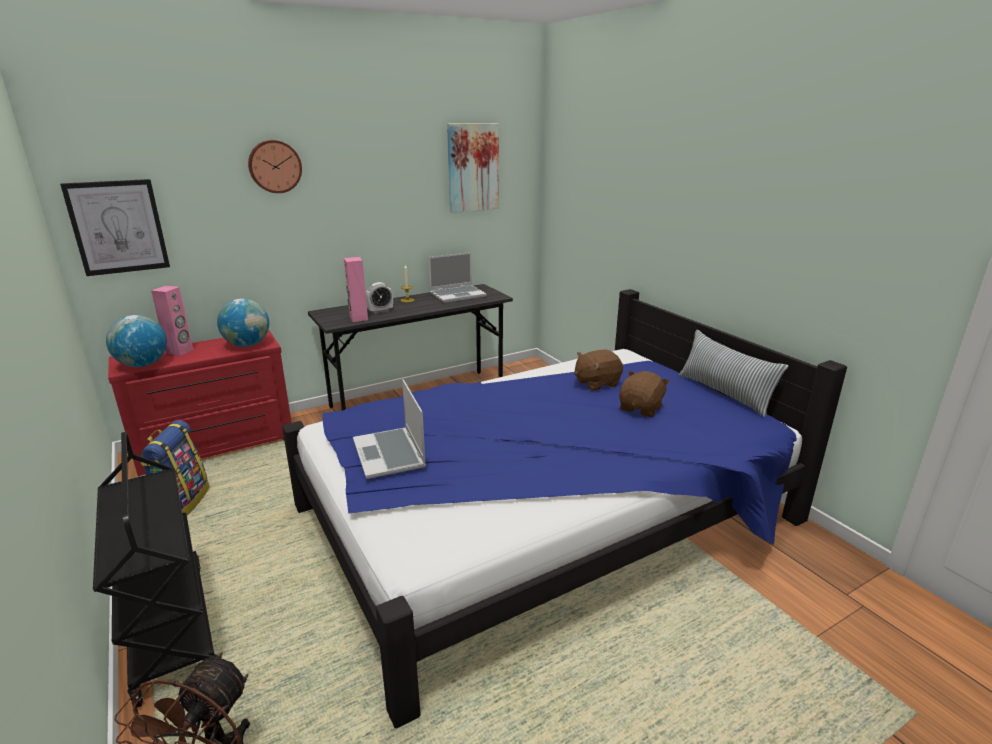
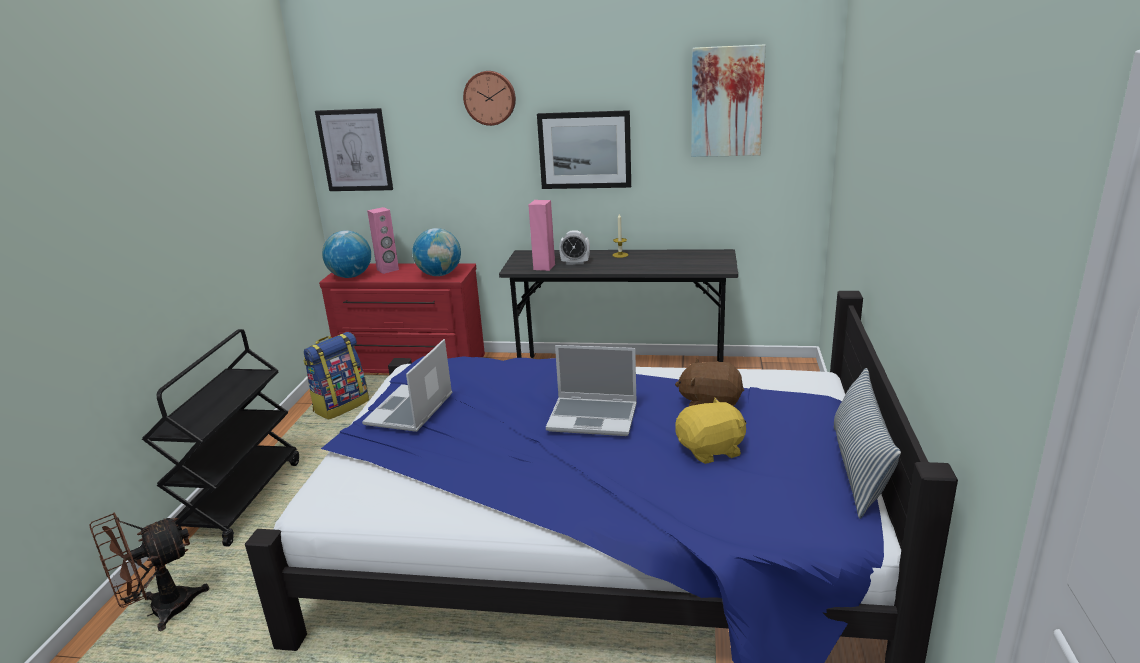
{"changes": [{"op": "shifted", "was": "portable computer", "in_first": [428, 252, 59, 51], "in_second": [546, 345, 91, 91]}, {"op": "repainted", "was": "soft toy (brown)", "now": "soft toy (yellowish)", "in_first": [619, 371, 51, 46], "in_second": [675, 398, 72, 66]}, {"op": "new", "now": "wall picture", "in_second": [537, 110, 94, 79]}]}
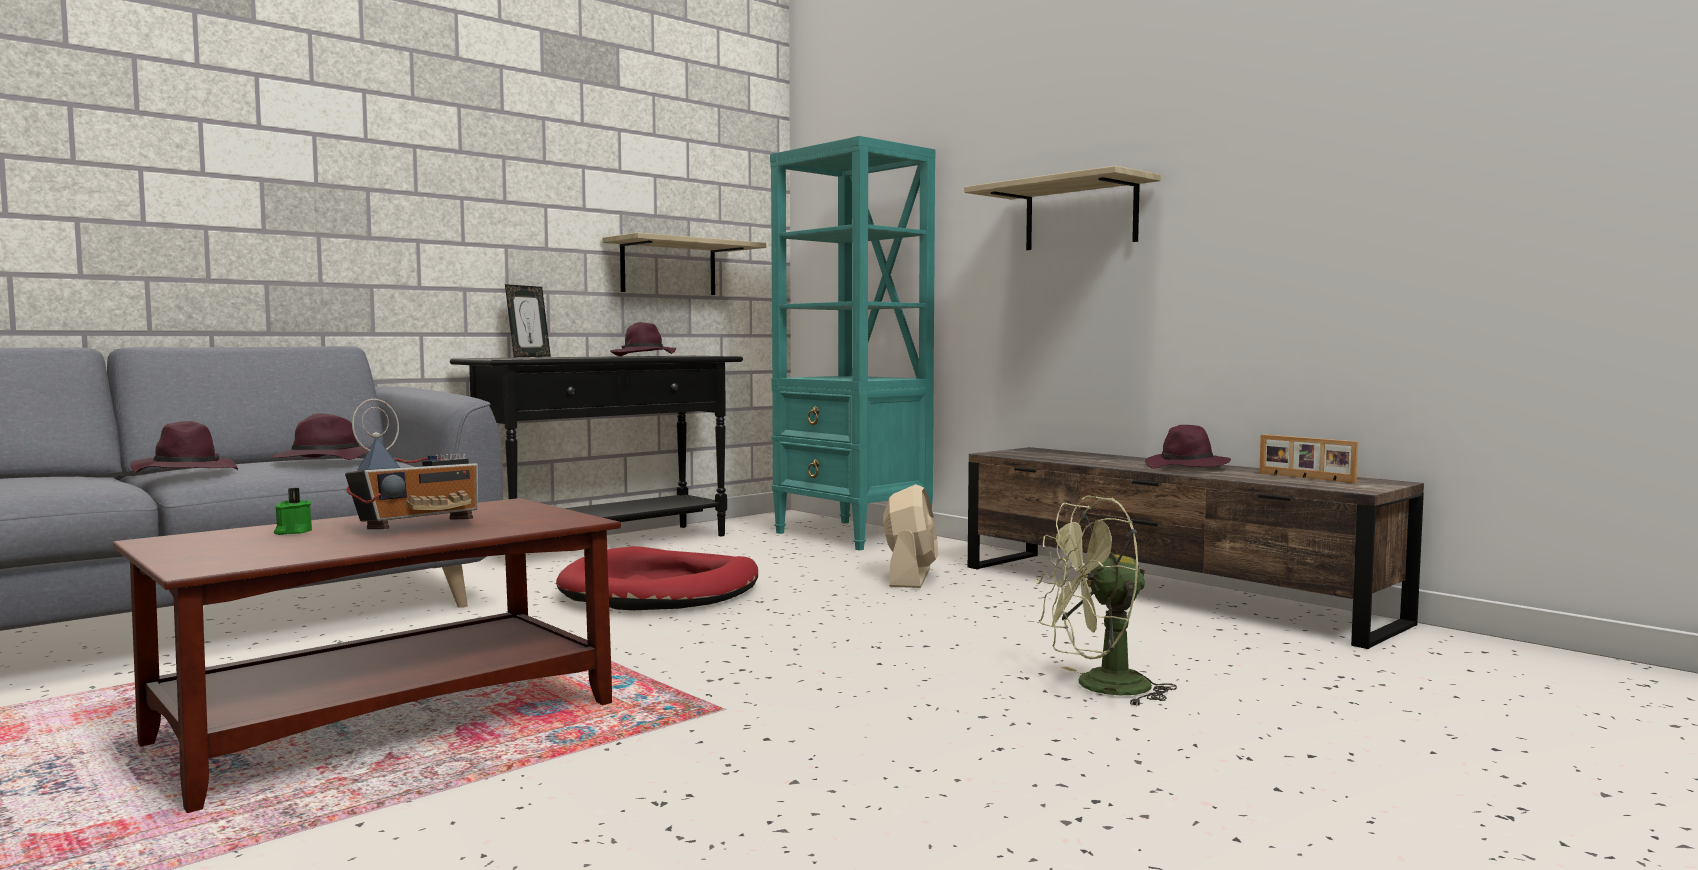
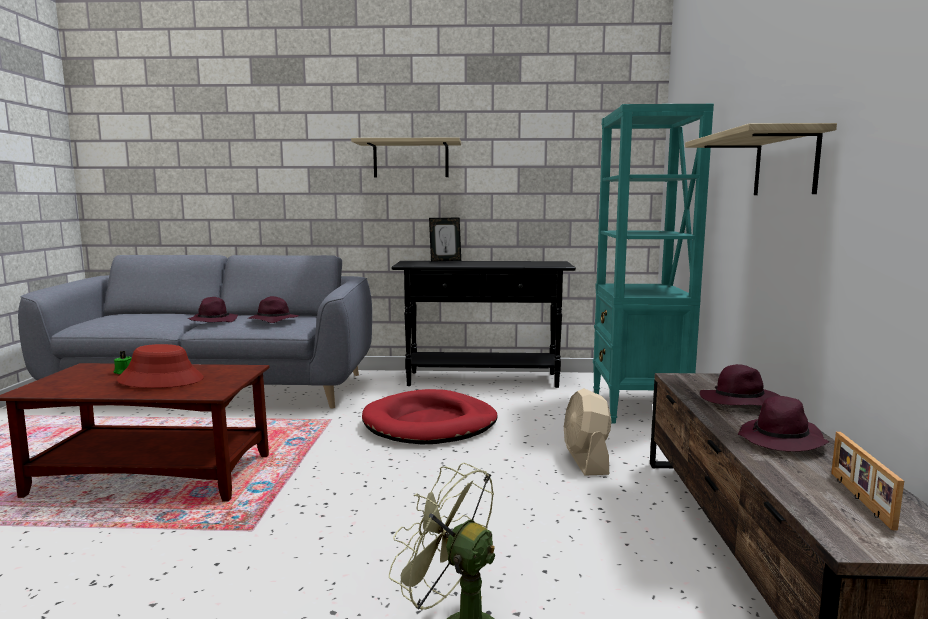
{"changes": [{"op": "swapped", "was": "radio set", "now": "clothing hat (reddish)", "in_first": [345, 399, 133, 130], "in_second": [117, 344, 87, 44]}, {"op": "shifted", "was": "shelf", "in_first": [602, 232, 164, 63], "in_second": [351, 137, 110, 40]}, {"op": "shifted", "was": "clothing hat (purple)", "in_first": [610, 322, 66, 34], "in_second": [700, 364, 80, 42]}, {"op": "rotated", "was": "electric fan (sand-coloured)", "in_first": [883, 484, 55, 104], "in_second": [564, 388, 48, 88], "clockwise": 120}]}
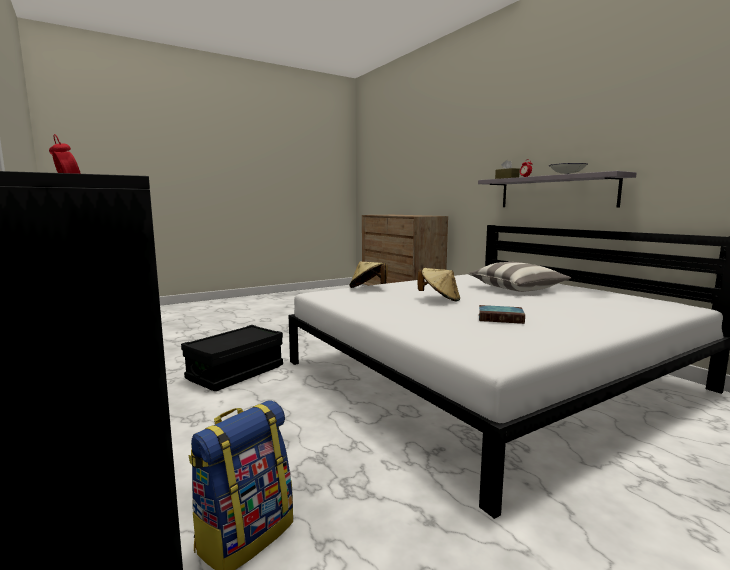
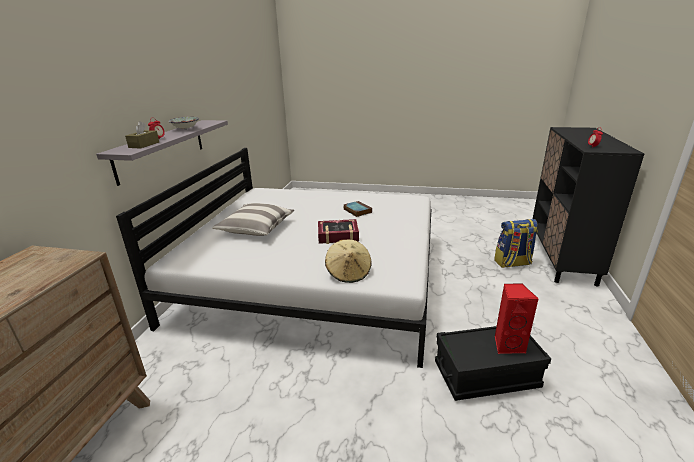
{"changes": [{"op": "swapped", "was": "clothing hat (sand-coloured)", "now": "volume", "in_first": [417, 268, 43, 33], "in_second": [318, 219, 41, 25]}, {"op": "new", "now": "speaker (reddish)", "in_second": [495, 283, 44, 71]}]}
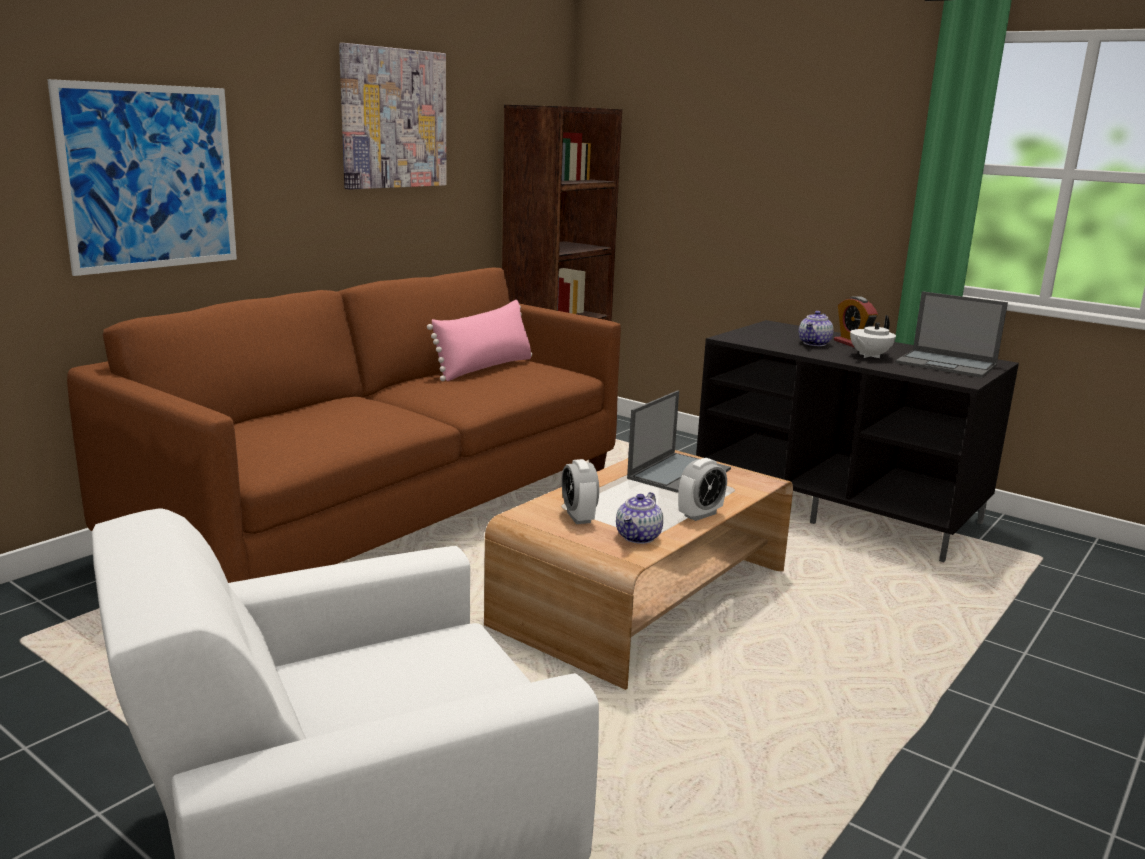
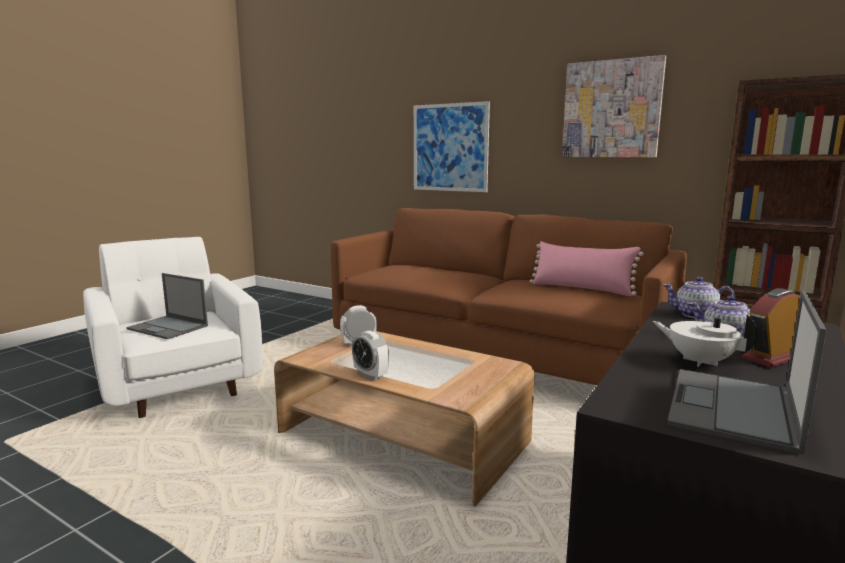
{"changes": [{"op": "shifted", "was": "pot for tea", "in_first": [616, 492, 47, 52], "in_second": [663, 277, 72, 41]}, {"op": "shifted", "was": "portable computer", "in_first": [627, 391, 104, 102], "in_second": [126, 273, 82, 66]}]}
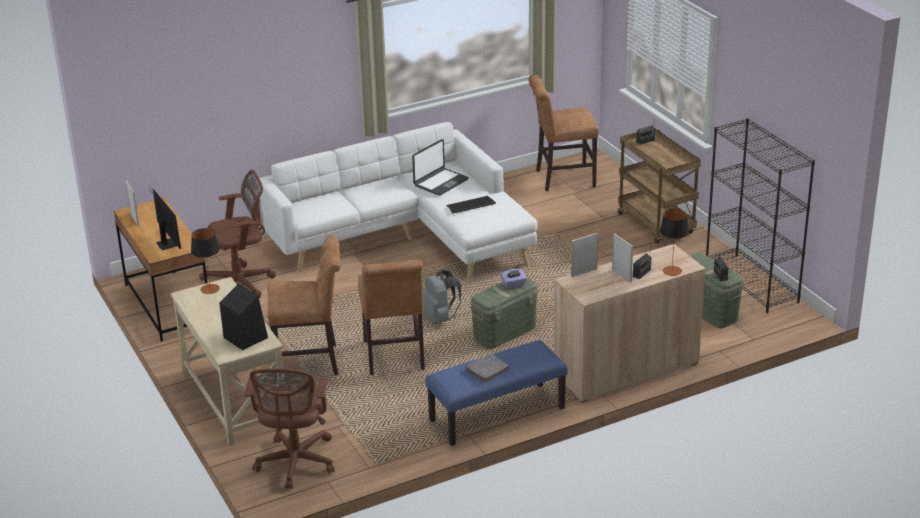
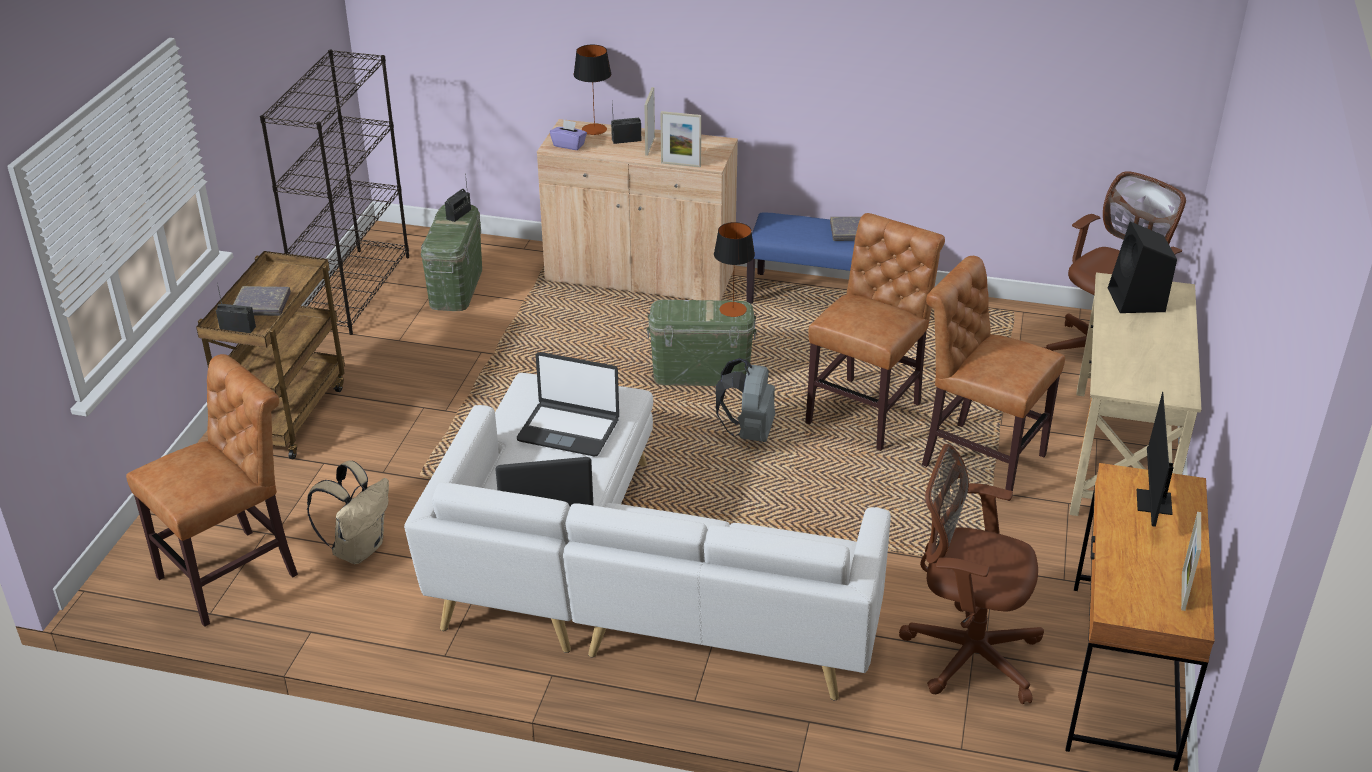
{"changes": [{"op": "shifted", "was": "table lamp", "in_first": [191, 228, 29, 66], "in_second": [714, 222, 41, 95]}, {"op": "swapped", "was": "PC keyboard", "now": "portable computer", "in_first": [446, 196, 50, 17], "in_second": [517, 352, 102, 104]}, {"op": "shifted", "was": "box of tissues (purple)", "in_first": [501, 269, 26, 20], "in_second": [550, 119, 37, 31]}, {"op": "rotated", "was": "chair (brown)", "in_first": [529, 75, 70, 116], "in_second": [126, 354, 172, 273], "clockwise": -75}, {"op": "new", "now": "volume (grey)", "in_second": [233, 286, 58, 30]}, {"op": "new", "now": "rucksack (sand-coloured)", "in_second": [307, 460, 82, 104]}]}
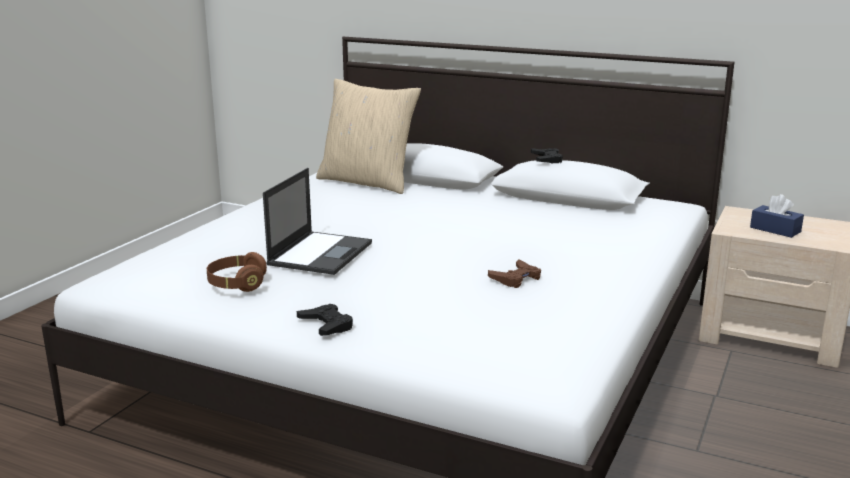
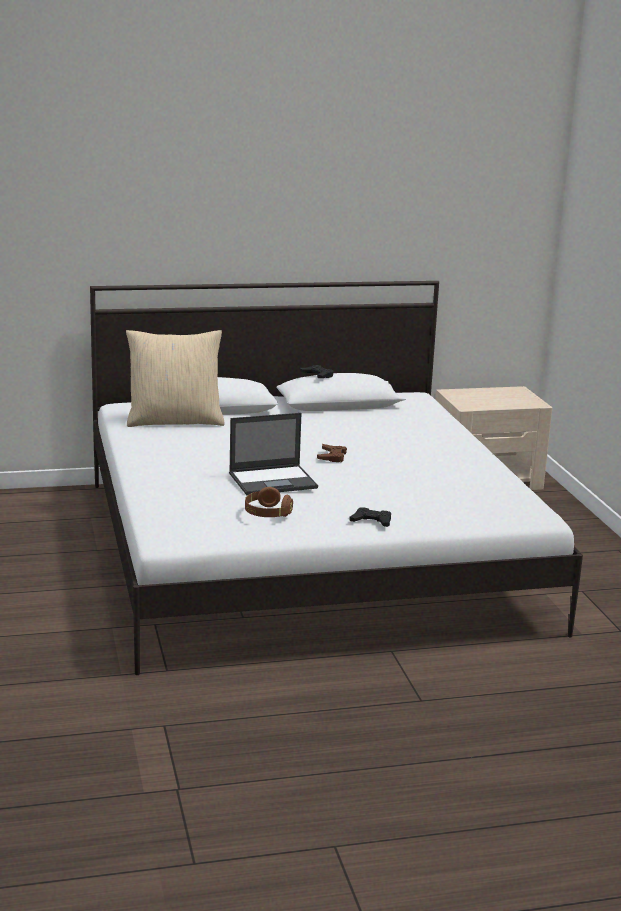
{"changes": [{"op": "rotated", "was": "portable computer", "in_first": [263, 168, 109, 107], "in_second": [229, 413, 89, 82], "clockwise": 90}, {"op": "shifted", "was": "gamepad (brown)", "in_first": [488, 259, 53, 29], "in_second": [317, 444, 30, 18]}, {"op": "gone", "was": "box of tissues (bluish)", "in_first": [750, 194, 54, 44]}]}
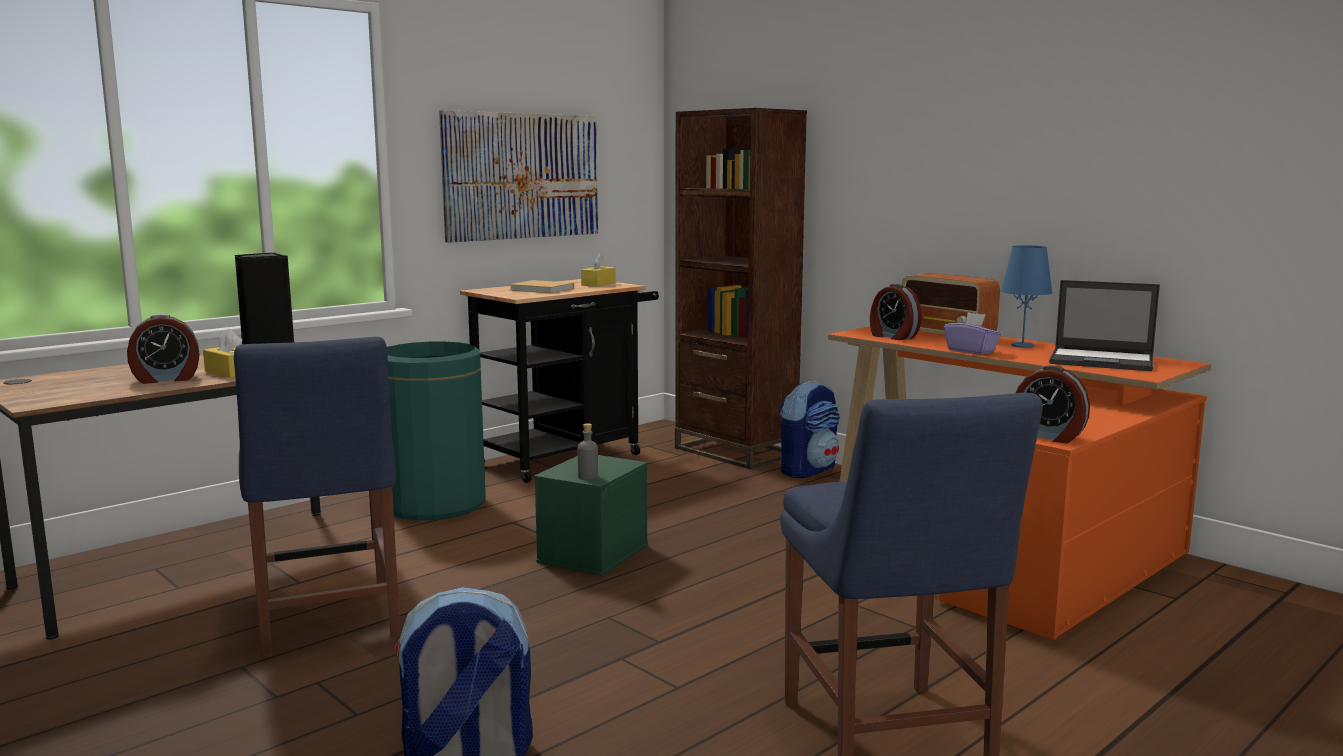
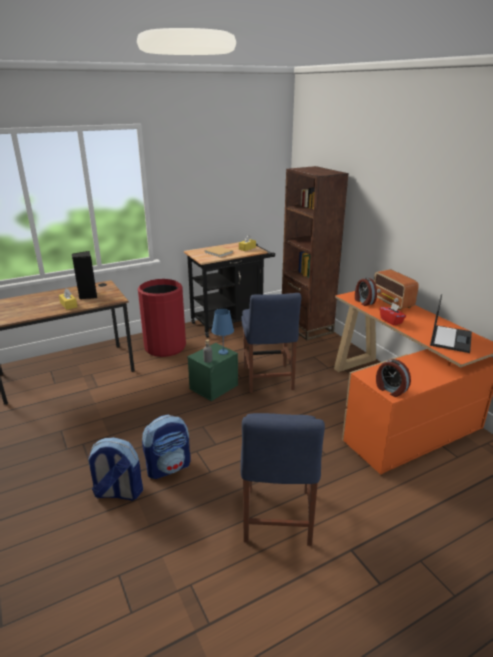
{"changes": [{"op": "gone", "was": "table clock", "in_first": [127, 314, 73, 70]}, {"op": "shifted", "was": "chair (bluish)", "in_first": [234, 337, 166, 321], "in_second": [241, 293, 60, 100]}, {"op": "repainted", "was": "waste bin (green)", "now": "waste bin (reddish)", "in_first": [387, 342, 99, 178], "in_second": [138, 279, 48, 78]}, {"op": "gone", "was": "wall picture", "in_first": [439, 110, 159, 133]}, {"op": "shifted", "was": "rucksack", "in_first": [779, 380, 61, 98], "in_second": [142, 415, 49, 64]}, {"op": "repainted", "was": "box of tissues (purple)", "now": "box of tissues (reddish)", "in_first": [944, 312, 57, 43], "in_second": [380, 303, 26, 22]}, {"op": "shifted", "was": "table lamp (bluish)", "in_first": [1001, 245, 52, 103], "in_second": [211, 309, 23, 46]}, {"op": "rotated", "was": "portable computer", "in_first": [1049, 280, 111, 91], "in_second": [430, 294, 42, 59], "clockwise": -105}]}
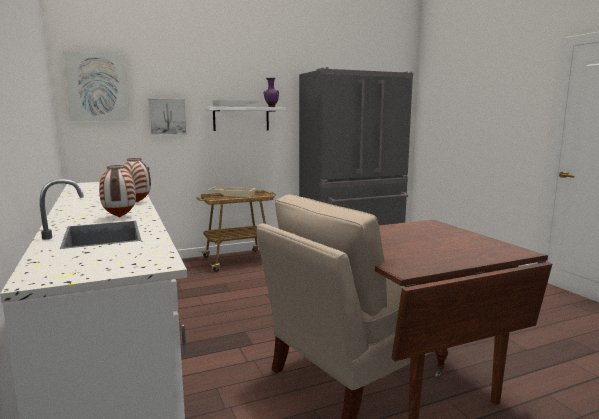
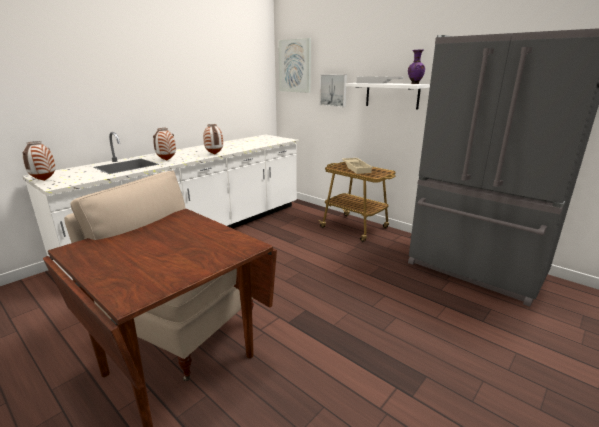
{"changes": [{"op": "new", "now": "decorative vase", "in_second": [23, 141, 33, 40]}]}
